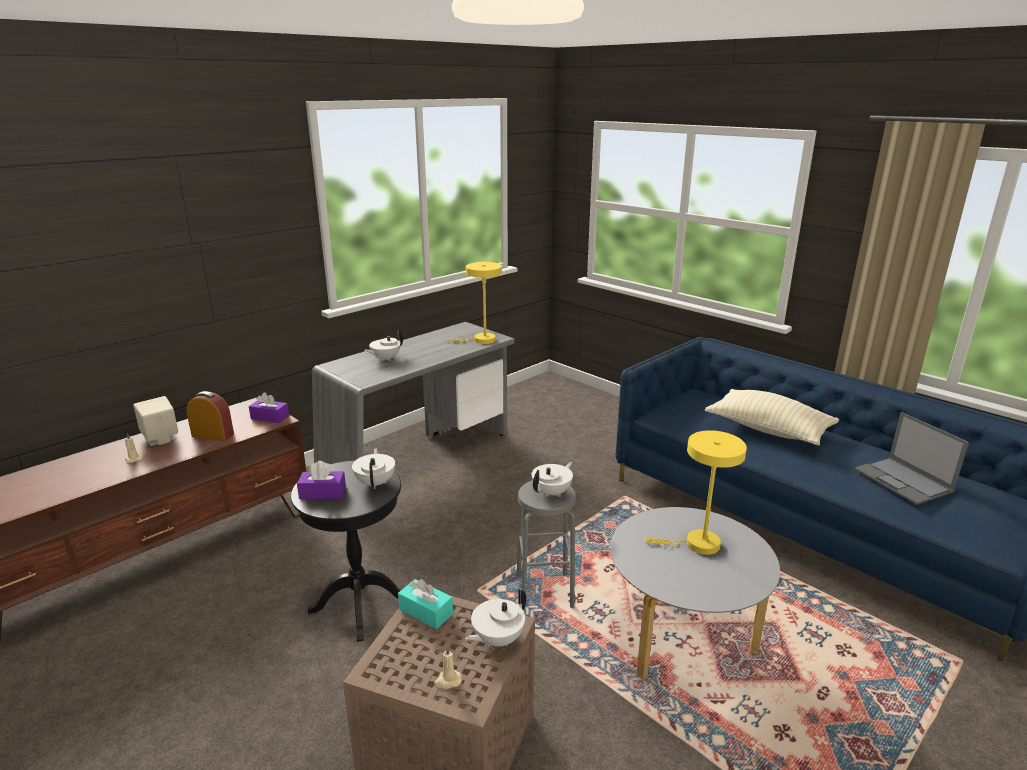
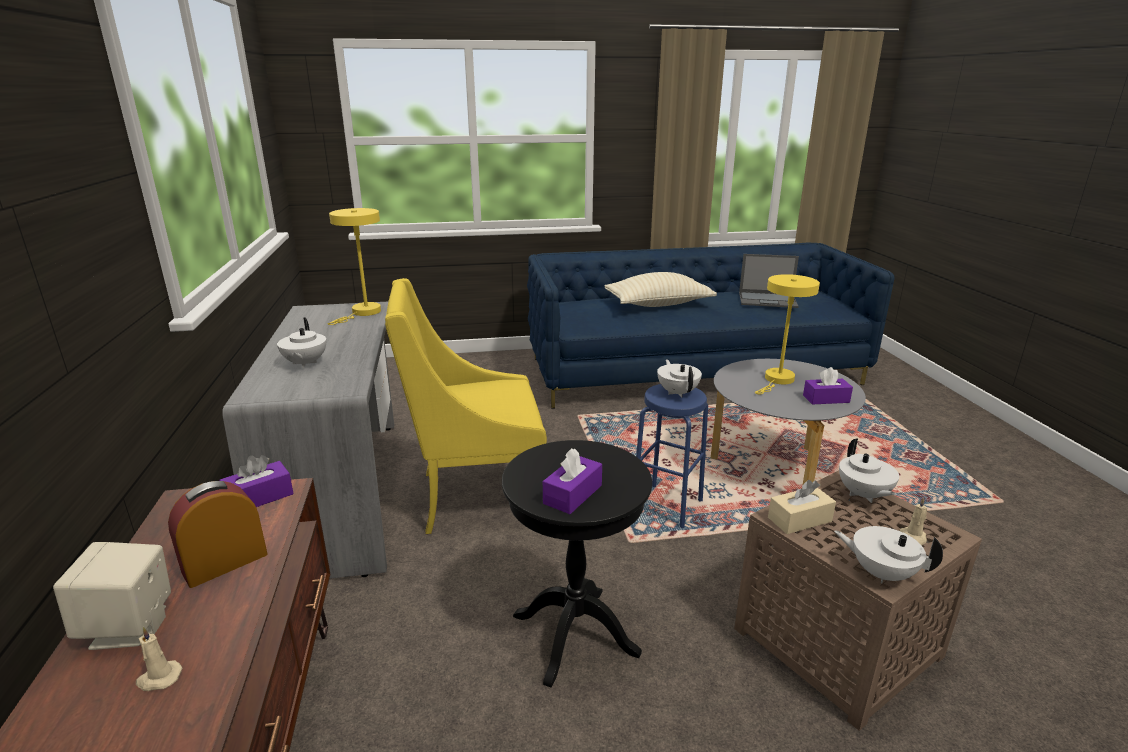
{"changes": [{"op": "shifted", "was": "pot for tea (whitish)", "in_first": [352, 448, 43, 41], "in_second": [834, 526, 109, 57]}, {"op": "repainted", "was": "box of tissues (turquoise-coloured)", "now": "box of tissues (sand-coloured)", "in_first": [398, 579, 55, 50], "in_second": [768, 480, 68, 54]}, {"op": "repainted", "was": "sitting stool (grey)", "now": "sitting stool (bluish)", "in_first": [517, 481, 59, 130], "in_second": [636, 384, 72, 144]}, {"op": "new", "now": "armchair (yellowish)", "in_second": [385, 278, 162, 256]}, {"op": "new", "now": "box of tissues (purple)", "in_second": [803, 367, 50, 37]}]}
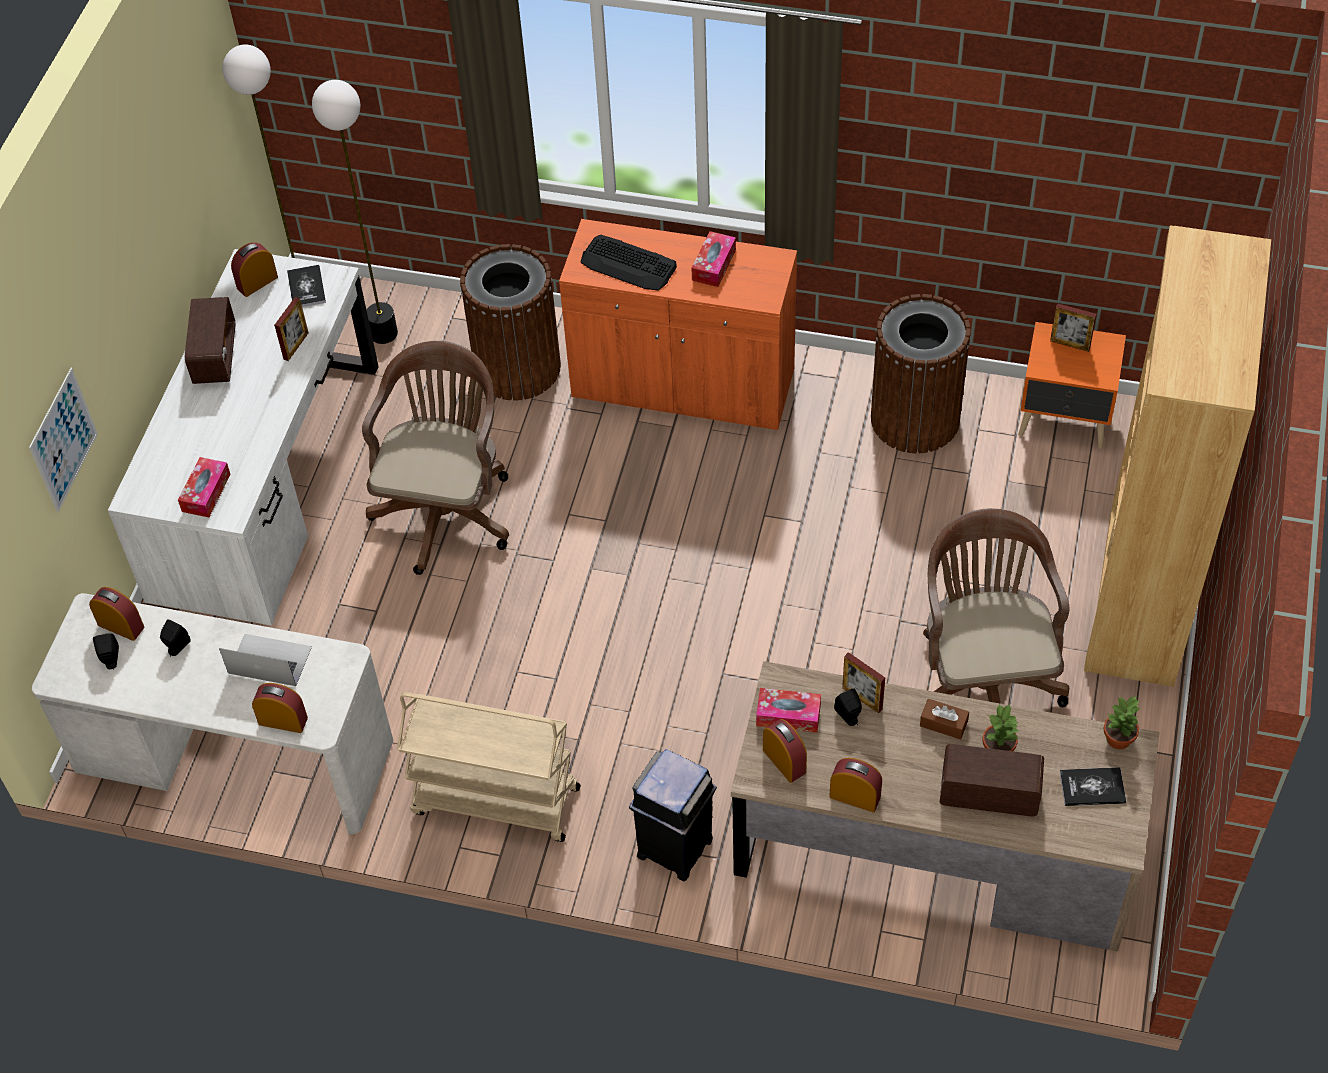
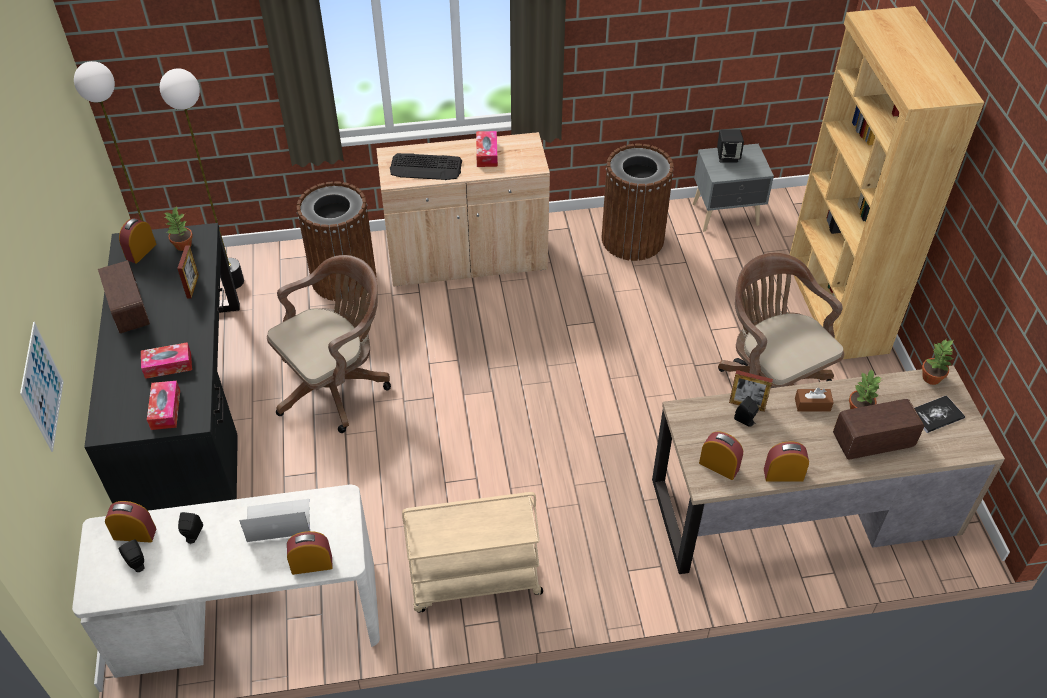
{"changes": [{"op": "repainted", "was": "desk table (whitish)", "now": "desk table (blackish)", "in_first": [108, 249, 271, 377], "in_second": [84, 223, 156, 288]}, {"op": "swapped", "was": "volume", "now": "plant in a pot", "in_first": [287, 265, 39, 42], "in_second": [164, 206, 29, 45]}, {"op": "rotated", "was": "computer chair (brown)", "in_first": [362, 341, 147, 234], "in_second": [267, 255, 124, 178], "clockwise": 60}, {"op": "repainted", "was": "cupboard (orangey)", "now": "cupboard (sand-coloured)", "in_first": [559, 219, 238, 211], "in_second": [376, 132, 174, 154]}, {"op": "gone", "was": "waste bin (blackish)", "in_first": [629, 749, 88, 132]}, {"op": "shifted", "was": "box of tissues", "in_first": [756, 688, 65, 45], "in_second": [141, 342, 51, 37]}, {"op": "repainted", "was": "bedside table (orangey)", "now": "bedside table (grey)", "in_first": [1018, 322, 108, 127], "in_second": [693, 144, 81, 88]}, {"op": "swapped", "was": "photo frame", "now": "speaker (blackish)", "in_first": [1050, 303, 47, 49], "in_second": [717, 130, 27, 32]}]}
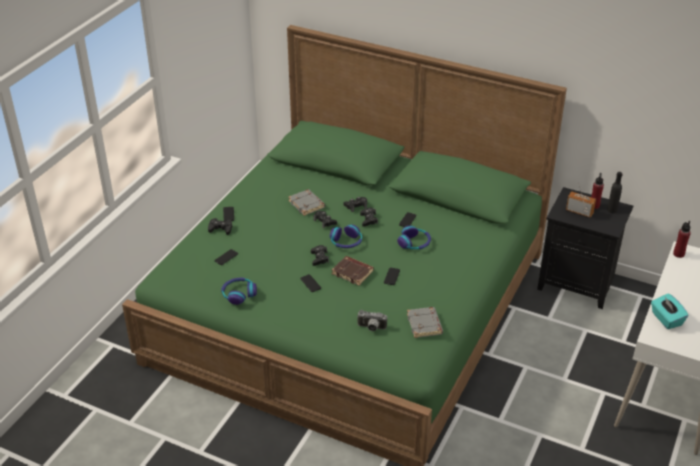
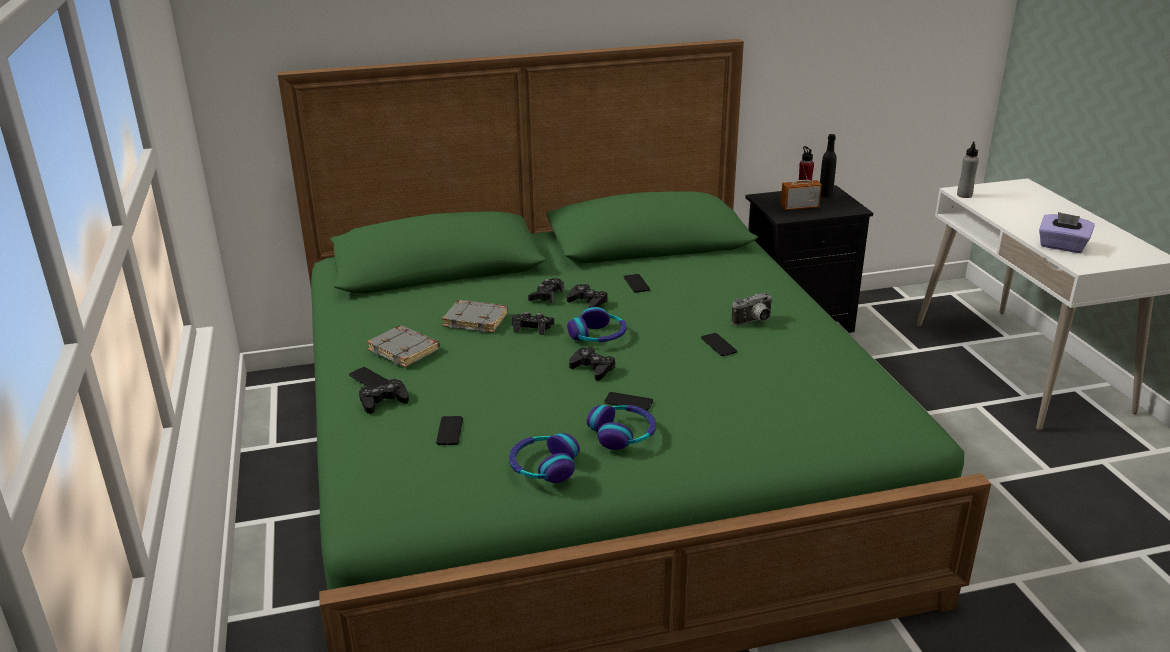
{"changes": [{"op": "gone", "was": "volume (brown)", "in_first": [332, 256, 42, 29]}, {"op": "shifted", "was": "photo camera", "in_first": [357, 310, 30, 21], "in_second": [731, 292, 42, 34]}, {"op": "shifted", "was": "headphones", "in_first": [397, 225, 34, 24], "in_second": [587, 405, 69, 45]}, {"op": "shifted", "was": "volume (grey)", "in_first": [407, 307, 36, 31], "in_second": [367, 325, 73, 42]}, {"op": "repainted", "was": "box of tissues (turquoise-coloured)", "now": "box of tissues (purple)", "in_first": [651, 293, 37, 36], "in_second": [1039, 212, 56, 41]}, {"op": "repainted", "was": "beverage bottle (reddish)", "now": "beverage bottle (grey)", "in_first": [673, 221, 18, 37], "in_second": [957, 142, 22, 56]}]}
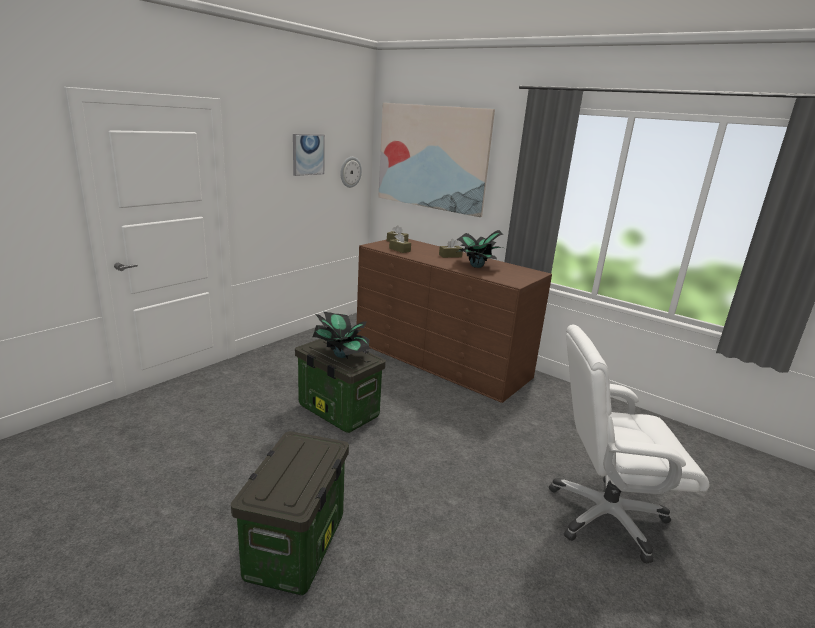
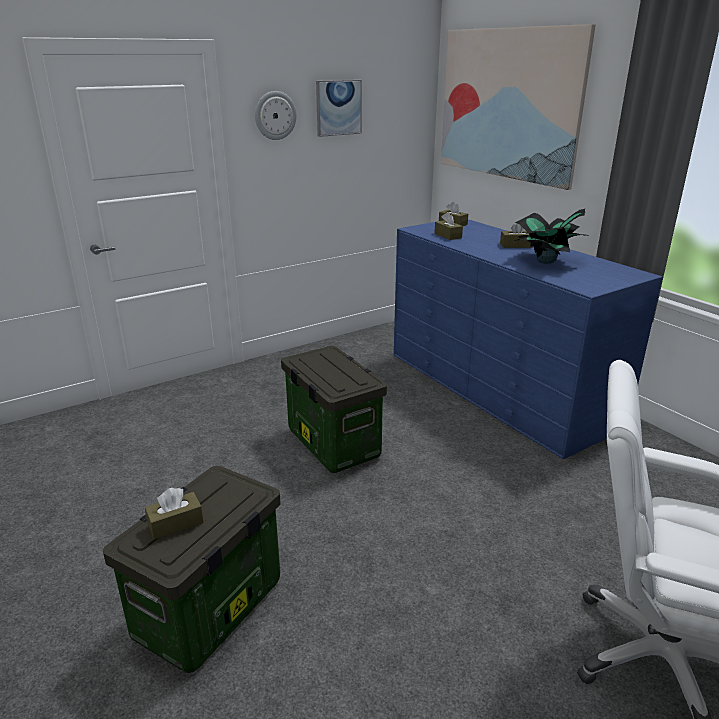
{"changes": [{"op": "gone", "was": "plant in a pot", "in_first": [313, 312, 57, 47]}, {"op": "shifted", "was": "hanging clock", "in_first": [340, 157, 22, 31], "in_second": [255, 91, 42, 49]}, {"op": "repainted", "was": "dresser (brown)", "now": "dresser (bluish)", "in_first": [357, 239, 195, 164], "in_second": [394, 219, 268, 240]}, {"op": "new", "now": "box of tissues (brown)", "in_second": [145, 488, 59, 52]}]}
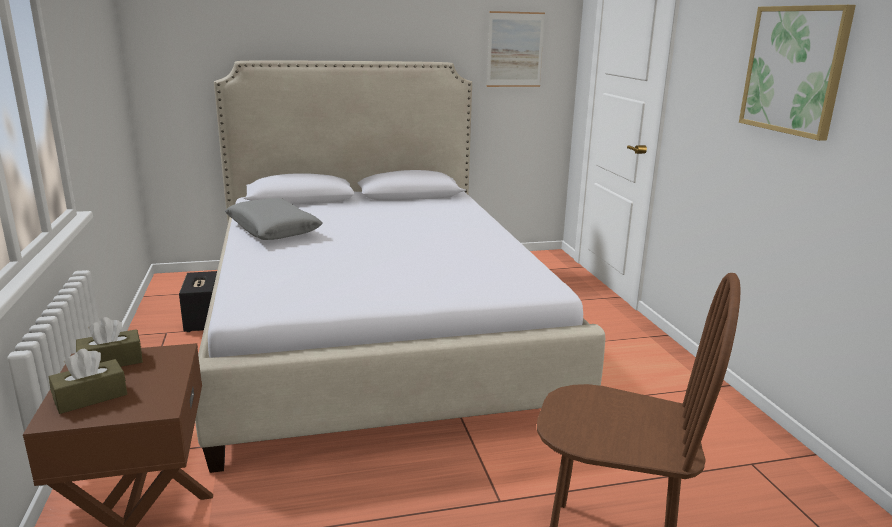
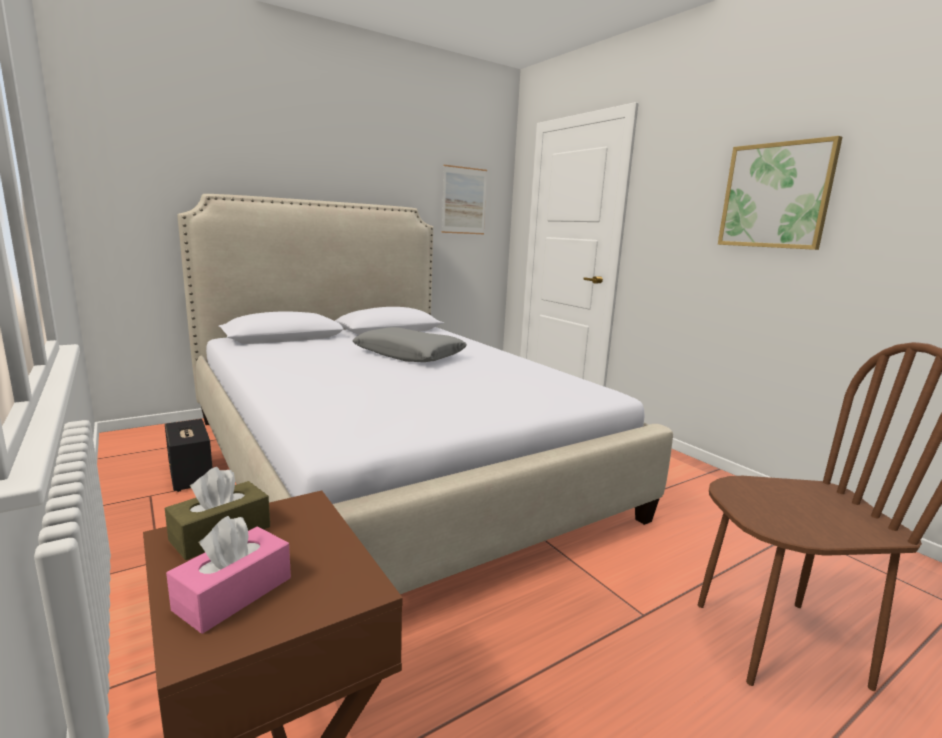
{"changes": [{"op": "repainted", "was": "box of tissues (brown)", "now": "box of tissues (pinkish)", "in_first": [49, 349, 78, 65], "in_second": [166, 516, 125, 118]}, {"op": "shifted", "was": "cushion (grey)", "in_first": [225, 198, 97, 42], "in_second": [352, 327, 115, 35]}]}
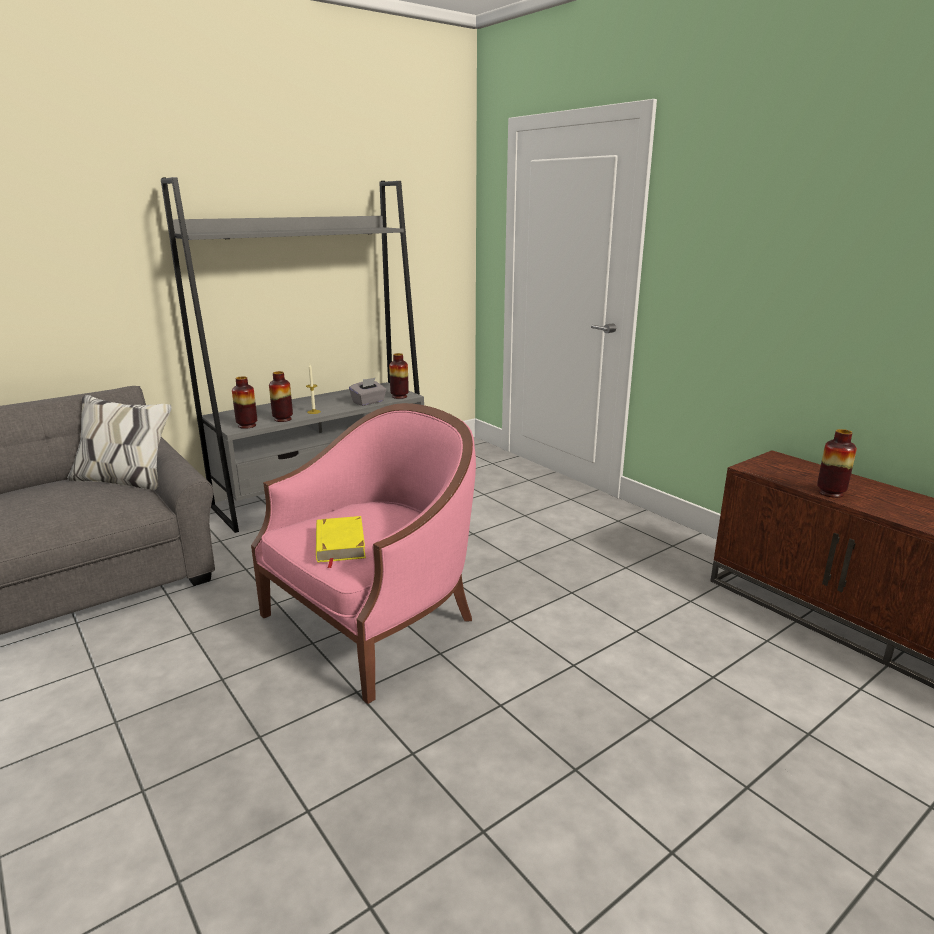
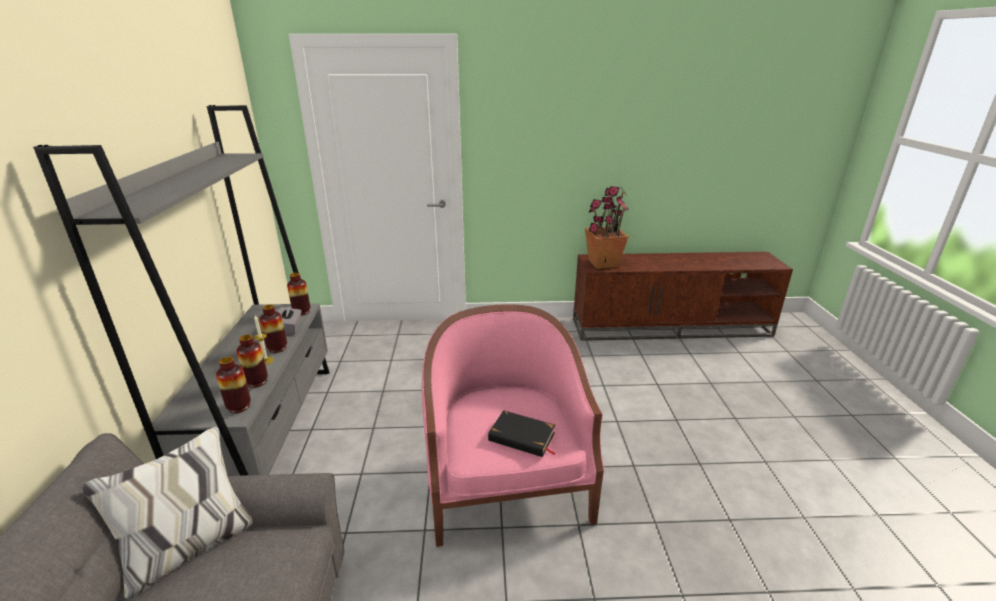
{"changes": [{"op": "repainted", "was": "volume (yellowish)", "now": "volume (blackish)", "in_first": [316, 516, 50, 52], "in_second": [488, 410, 68, 47]}, {"op": "shifted", "was": "decorative vase", "in_first": [817, 429, 40, 69], "in_second": [260, 305, 27, 48]}, {"op": "new", "now": "plant in a pot", "in_second": [585, 186, 44, 83]}]}
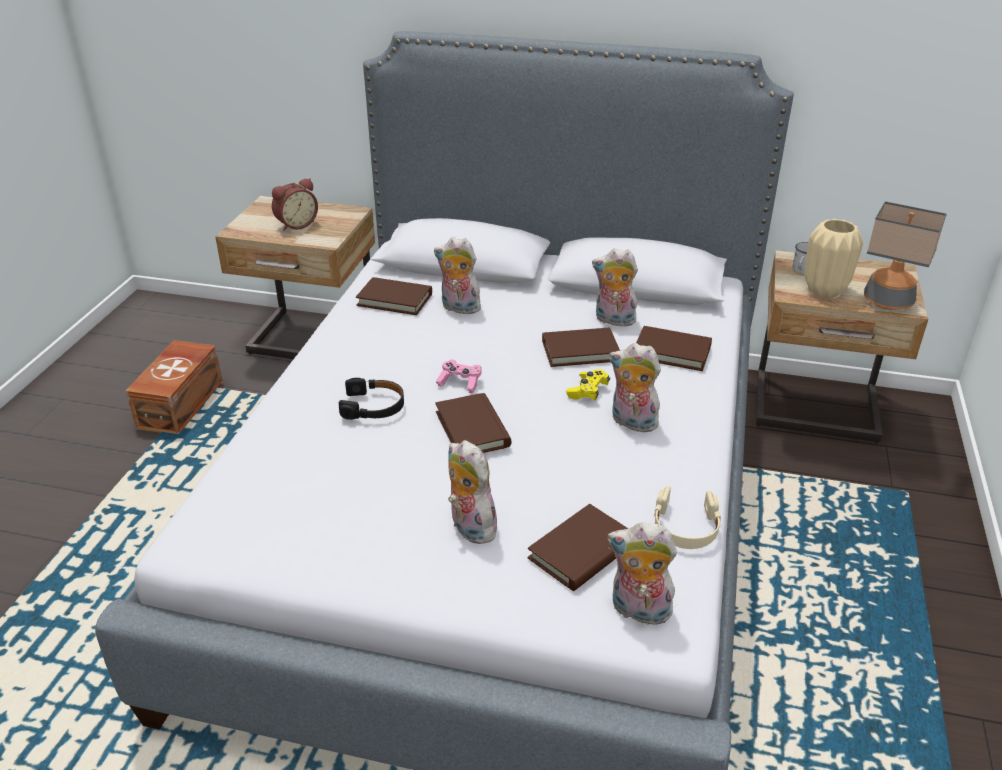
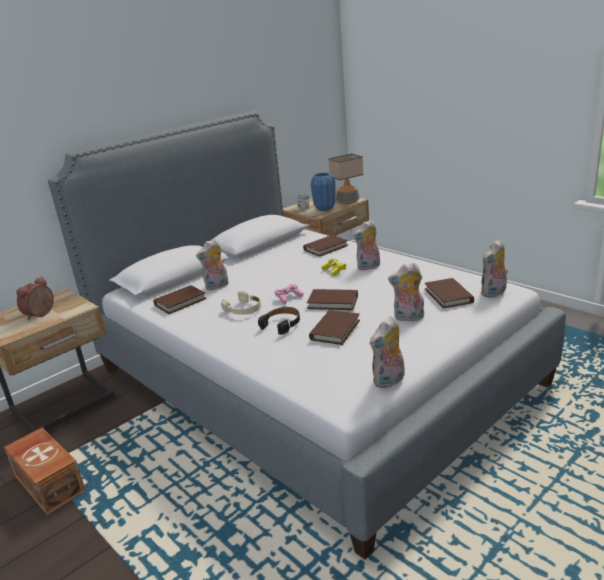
{"changes": [{"op": "rotated", "was": "table clock", "in_first": [272, 178, 46, 53], "in_second": [16, 277, 38, 43], "clockwise": -150}, {"op": "shifted", "was": "volume (brown)", "in_first": [542, 328, 78, 39], "in_second": [309, 310, 51, 35]}, {"op": "shifted", "was": "soft toy", "in_first": [592, 248, 46, 79], "in_second": [370, 316, 35, 72]}, {"op": "shifted", "was": "headphones (sand-coloured)", "in_first": [654, 486, 67, 63], "in_second": [221, 291, 40, 24]}, {"op": "repainted", "was": "decorative vase (sand-coloured)", "now": "decorative vase (bluish)", "in_first": [804, 219, 59, 79], "in_second": [311, 173, 24, 38]}]}
